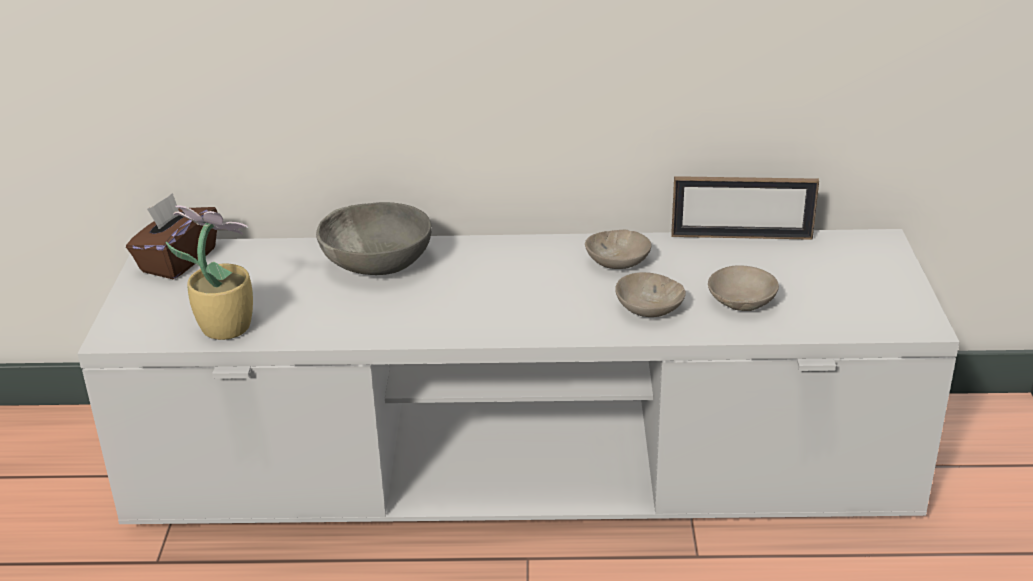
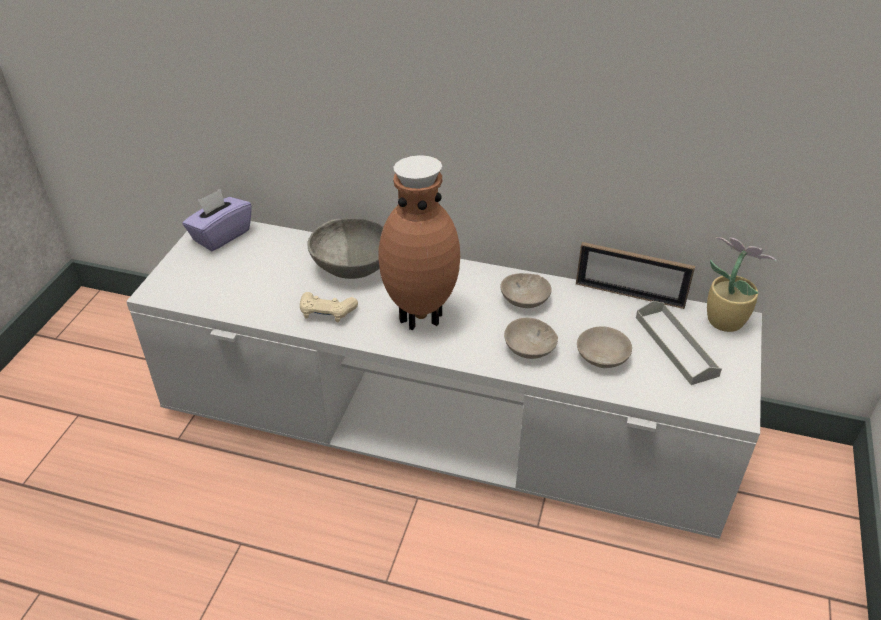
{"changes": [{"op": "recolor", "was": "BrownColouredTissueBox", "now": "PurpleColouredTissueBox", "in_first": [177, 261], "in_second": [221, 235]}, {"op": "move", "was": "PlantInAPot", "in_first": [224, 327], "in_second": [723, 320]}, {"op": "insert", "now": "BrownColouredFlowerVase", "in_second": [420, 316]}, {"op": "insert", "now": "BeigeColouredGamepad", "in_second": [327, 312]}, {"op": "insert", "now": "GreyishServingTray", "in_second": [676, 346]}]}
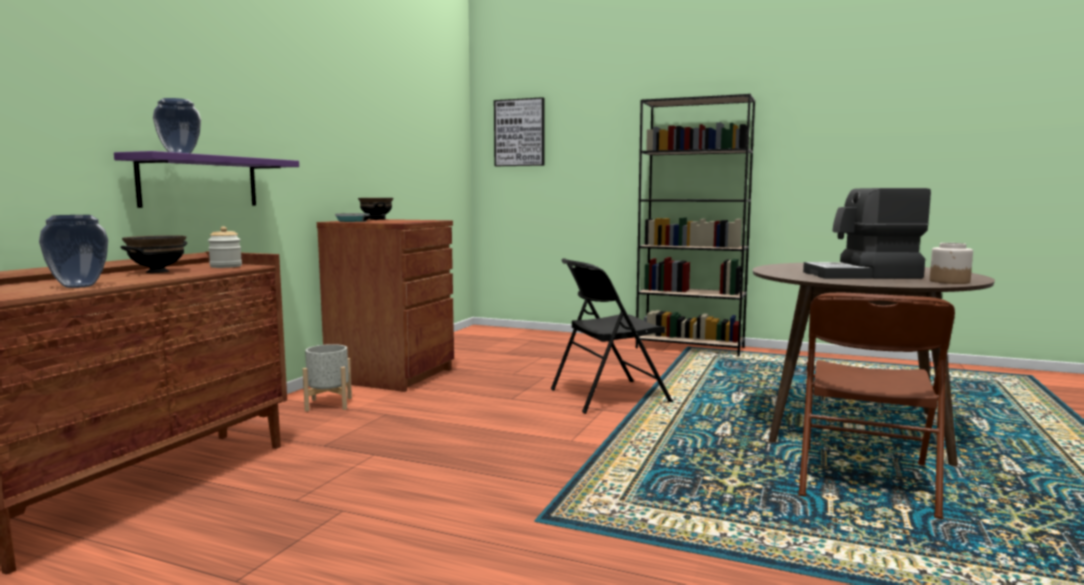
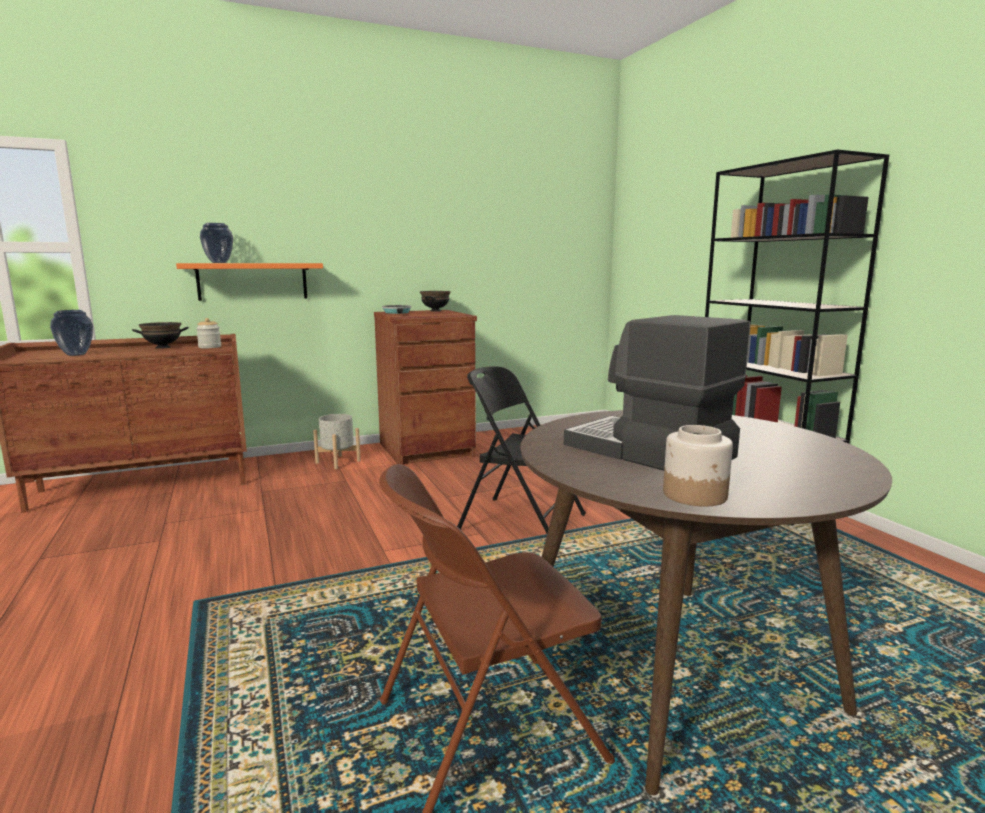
{"changes": [{"op": "delete", "was": "WallArt", "in_first": [519, 132]}, {"op": "recolor", "was": "PurpleColouredBracketShelf", "now": "OrangeyBracketShelf", "in_first": [199, 182], "in_second": [253, 281]}]}
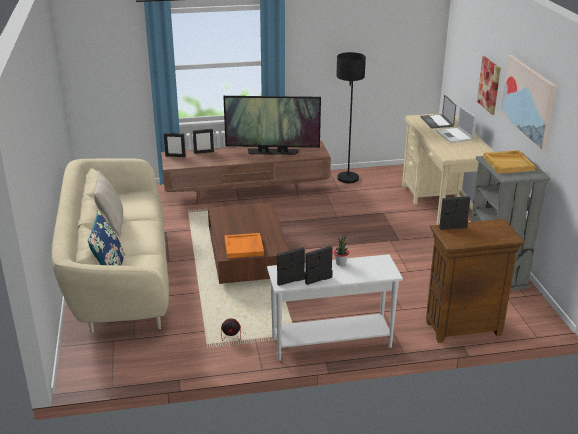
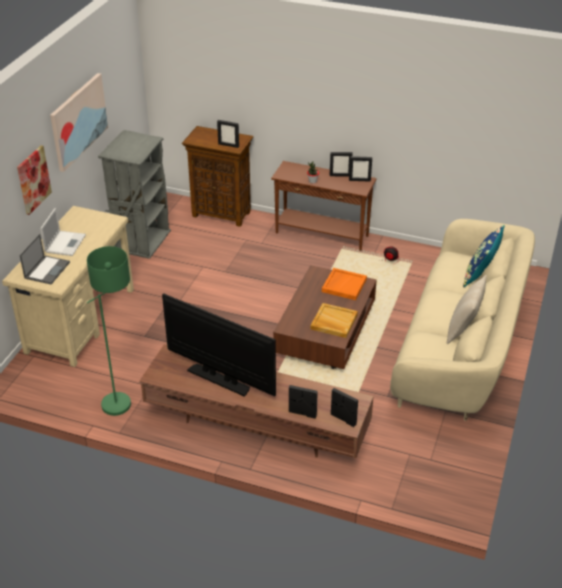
{"changes": [{"op": "recolor", "was": "BlackFloorLamp", "now": "GreenishFloorLamp", "in_first": [346, 181], "in_second": [123, 400]}, {"op": "move", "was": "BeigeColouredServingTray", "in_first": [508, 164], "in_second": [333, 322]}, {"op": "recolor", "was": "WhiteColouredNarrowTable", "now": "BrownColouredNarrowTable", "in_first": [331, 344], "in_second": [322, 234]}]}
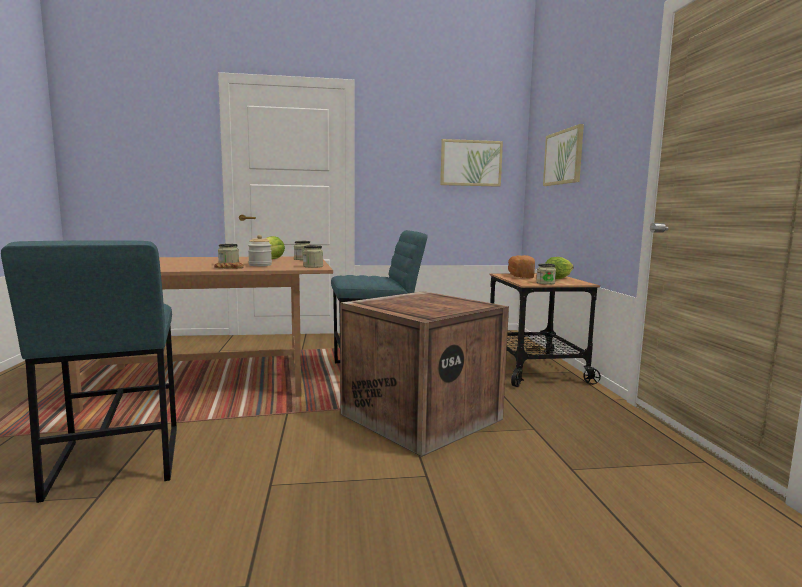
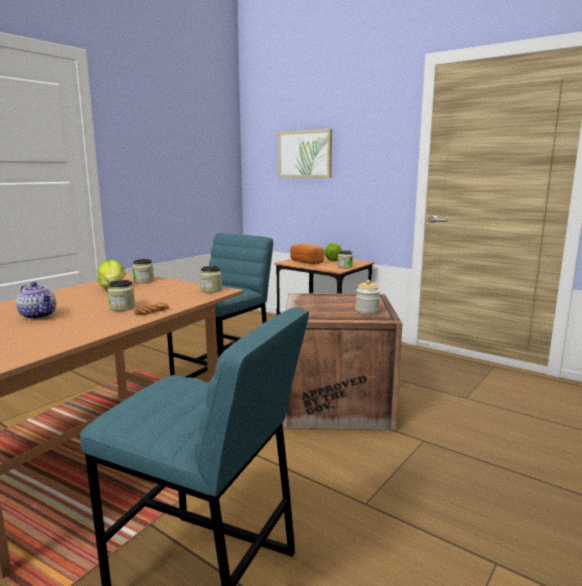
{"changes": [{"op": "delete", "was": "WallArt", "in_first": [471, 163]}, {"op": "move", "was": "PreserveJar", "in_first": [260, 265], "in_second": [367, 311]}, {"op": "insert", "now": "TeaPot", "in_second": [39, 316]}]}
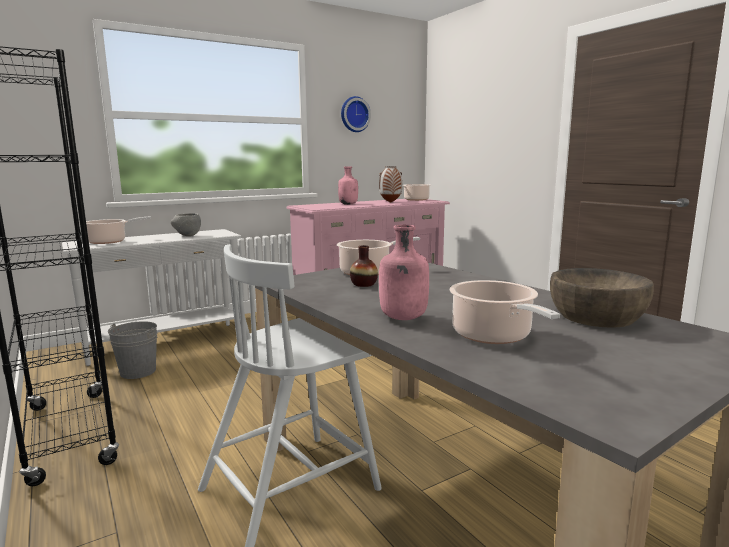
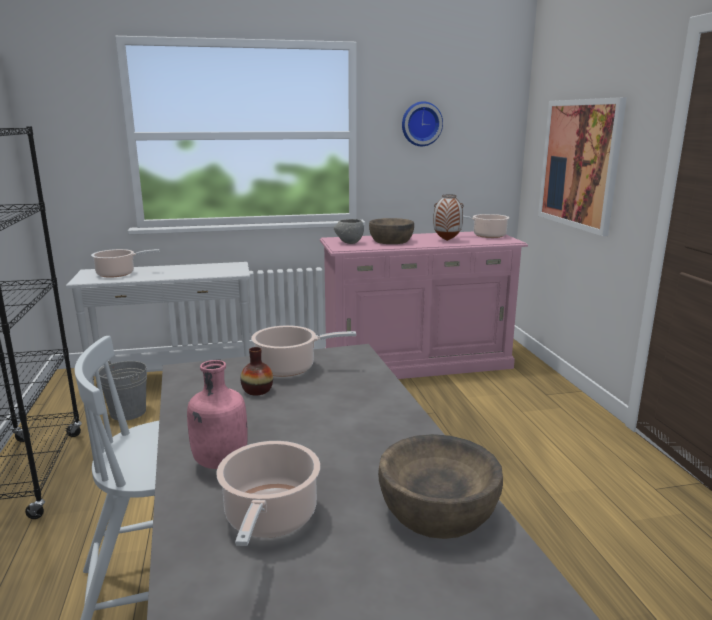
{"changes": [{"op": "replace", "was": "PinkBeverageBottle", "now": "BrownColouredBowl", "in_first": [348, 204], "in_second": [391, 241]}, {"op": "move", "was": "GreyishBowl", "in_first": [188, 235], "in_second": [349, 243]}, {"op": "insert", "now": "WallArt", "in_second": [579, 164]}]}
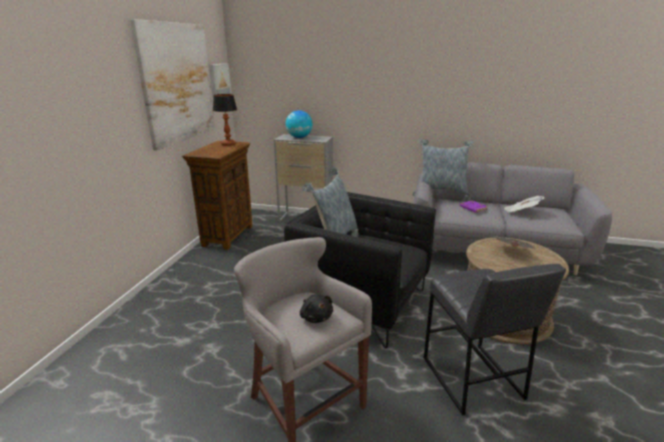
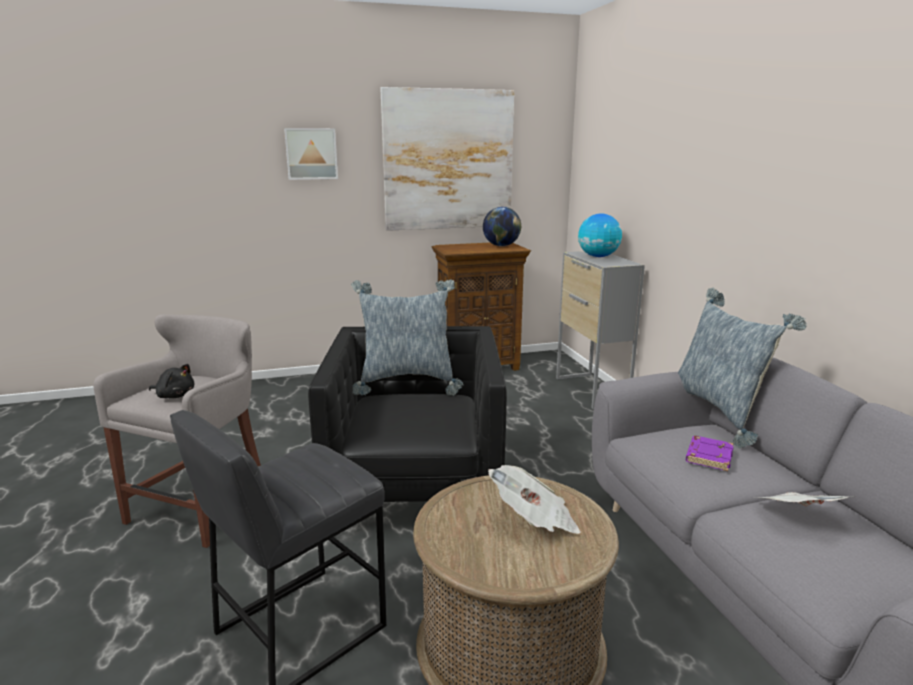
{"changes": [{"op": "move", "was": "WallArt", "in_first": [219, 81], "in_second": [311, 154]}, {"op": "replace", "was": "LampForATable", "now": "Globe", "in_first": [228, 144], "in_second": [501, 246]}, {"op": "rotate", "was": "BlackPlushToy", "in_first": [316, 317], "in_second": [175, 395], "clockwise": -105}]}
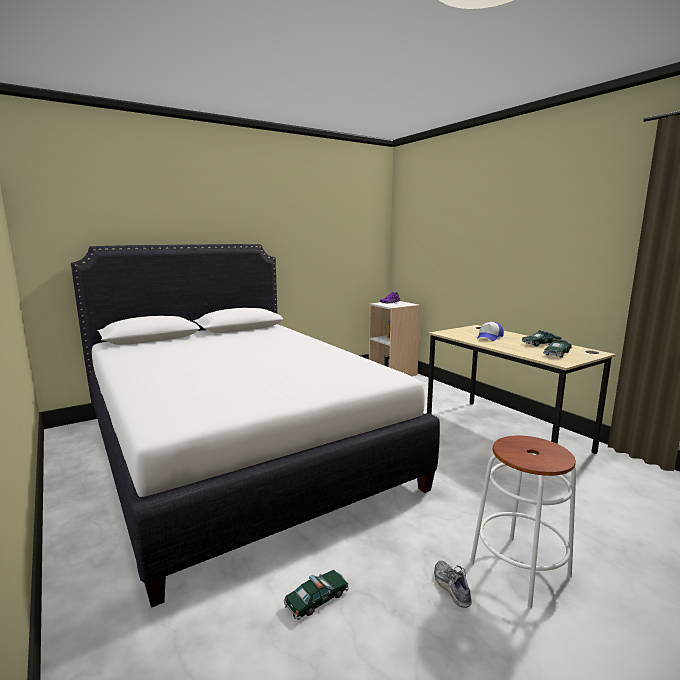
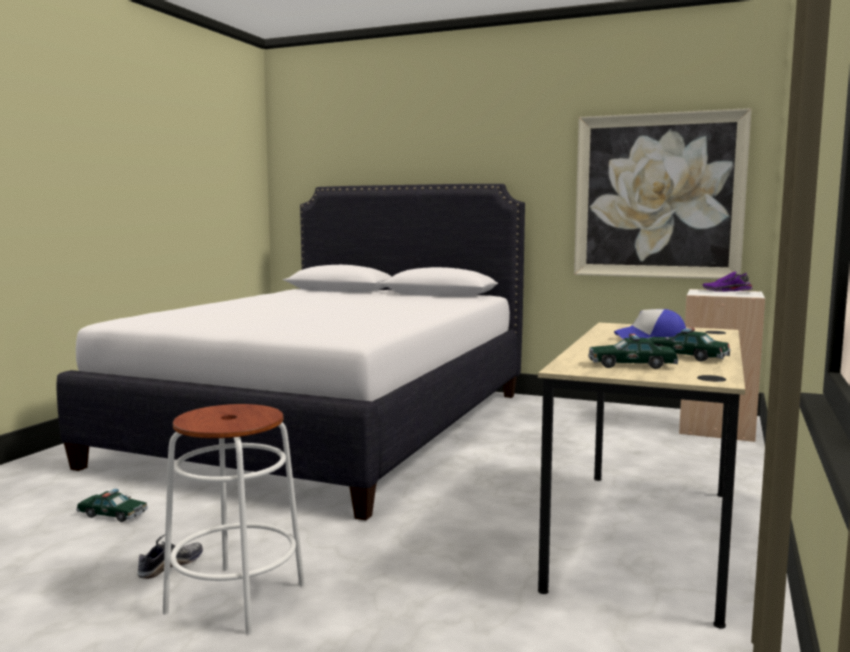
{"changes": [{"op": "insert", "now": "WallArt", "in_second": [658, 196]}]}
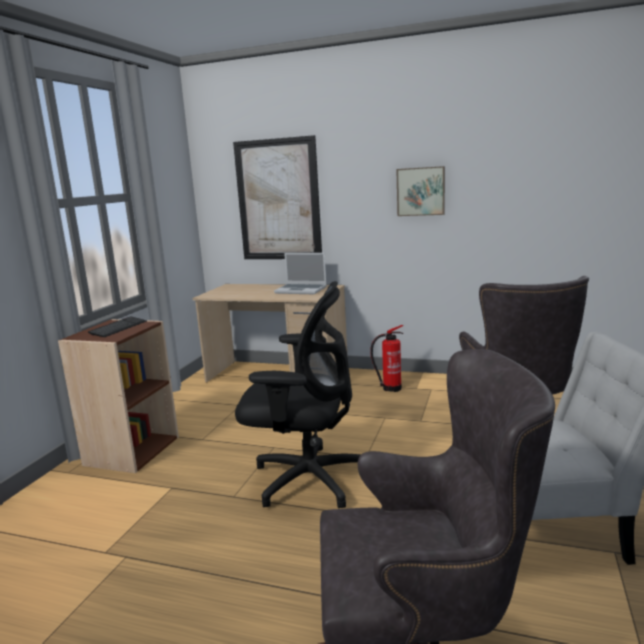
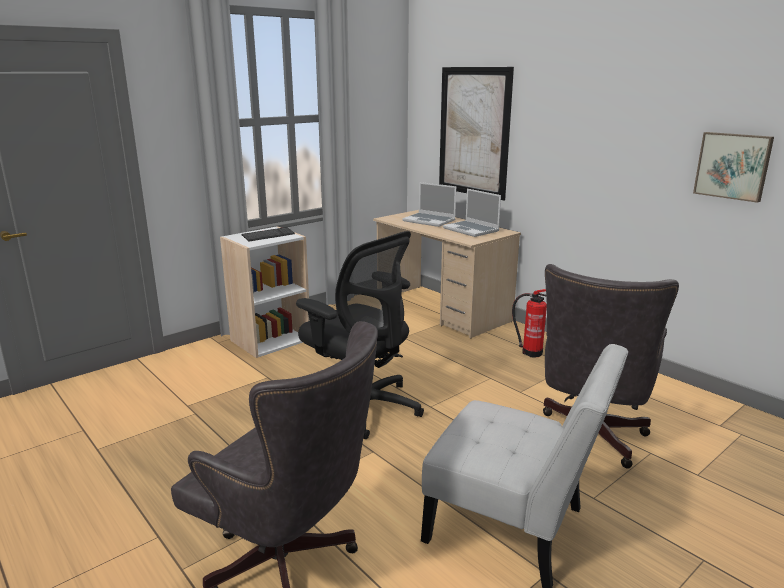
{"changes": [{"op": "move", "was": "WallArt", "in_first": [421, 191], "in_second": [733, 166]}, {"op": "recolor", "was": "BrownColouredBookcase", "now": "WhiteColouredBookcase", "in_first": [132, 450], "in_second": [271, 339]}, {"op": "insert", "now": "PortableComputer", "in_second": [430, 221]}]}
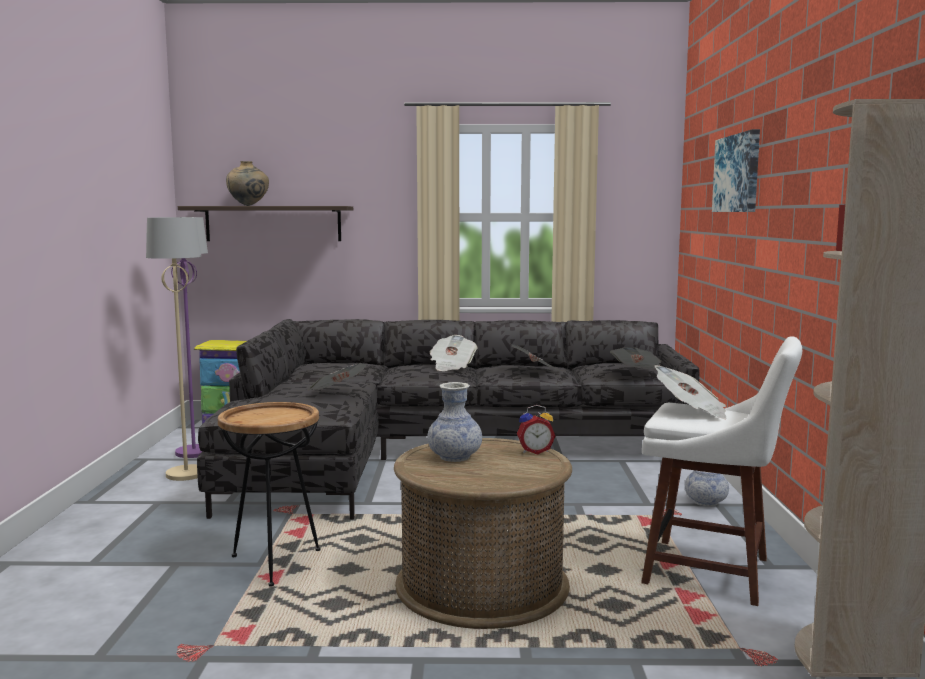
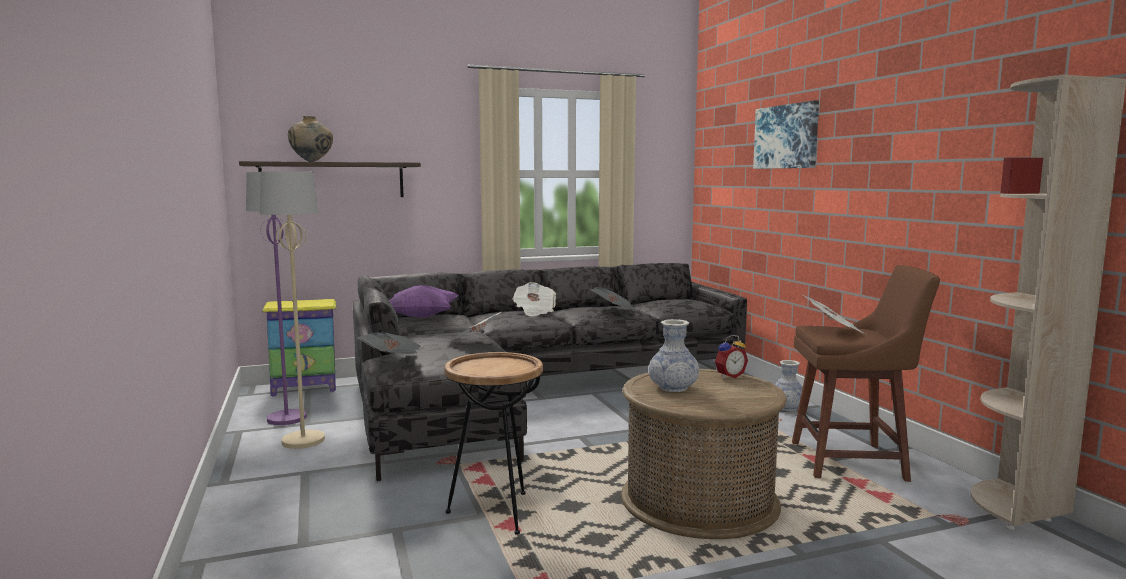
{"changes": [{"op": "recolor", "was": "WhiteColouredSittingStool", "now": "BrownColouredSittingStool", "in_first": [713, 572], "in_second": [853, 461]}, {"op": "move", "was": "DailyPaper", "in_first": [636, 372], "in_second": [393, 361]}, {"op": "insert", "now": "PurpleColouredThrowPillow", "in_second": [421, 317]}]}
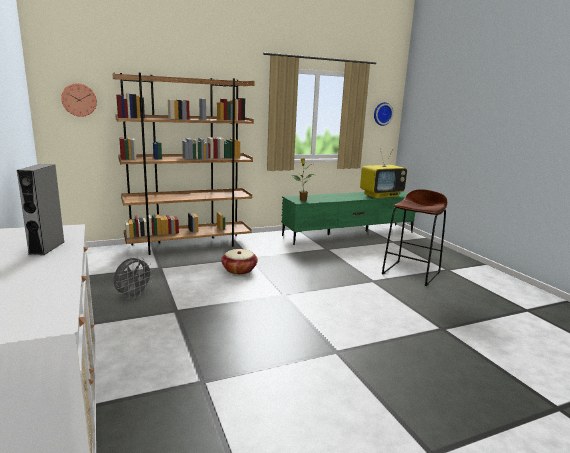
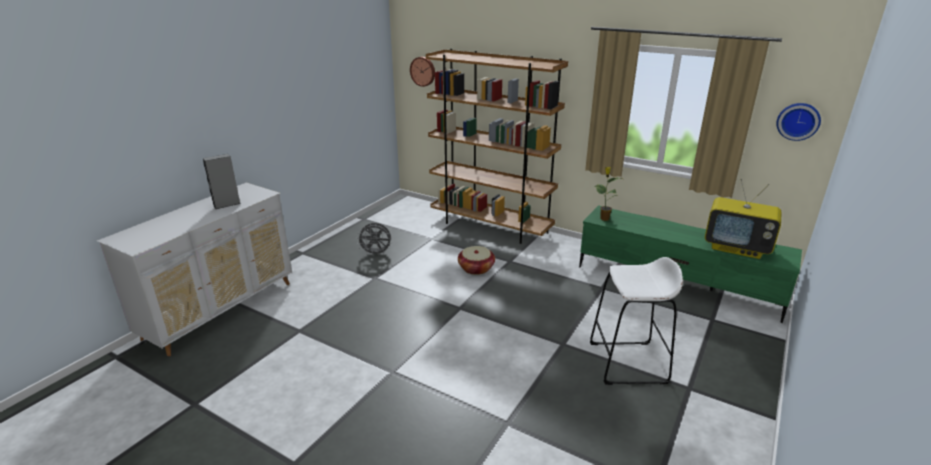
{"changes": [{"op": "recolor", "was": "BrownColouredSittingStool", "now": "WhiteColouredSittingStool", "in_first": [411, 273], "in_second": [628, 363]}]}
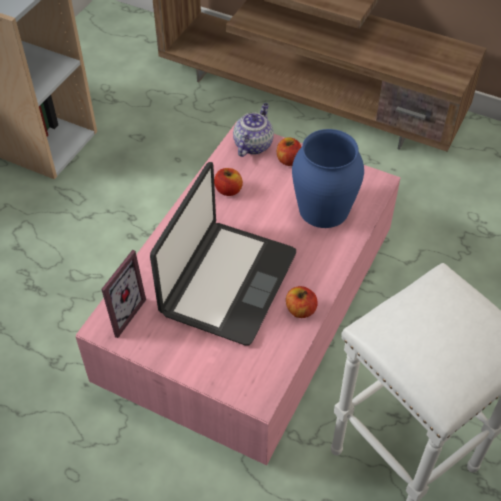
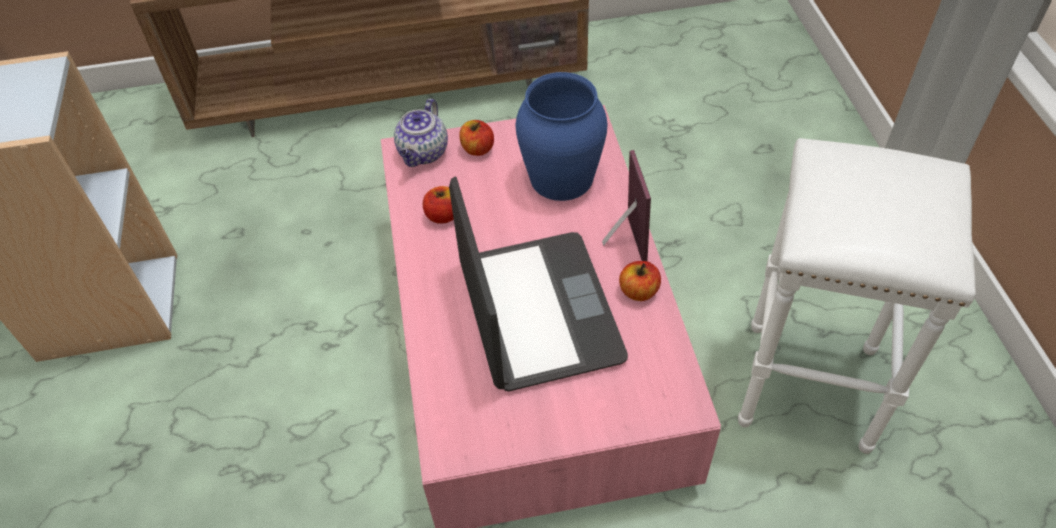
{"changes": [{"op": "rotate", "was": "TeaPot", "in_first": [253, 144], "in_second": [423, 153], "clockwise": -150}, {"op": "move", "was": "StandingFrame", "in_first": [119, 312], "in_second": [621, 242]}]}
